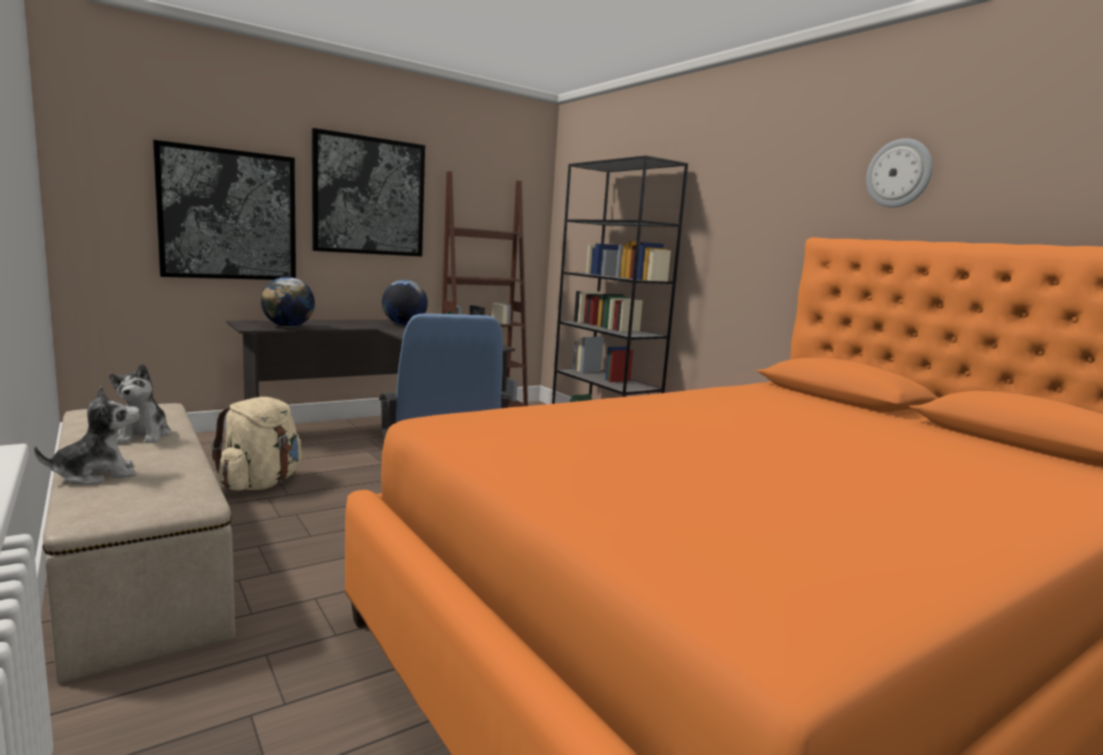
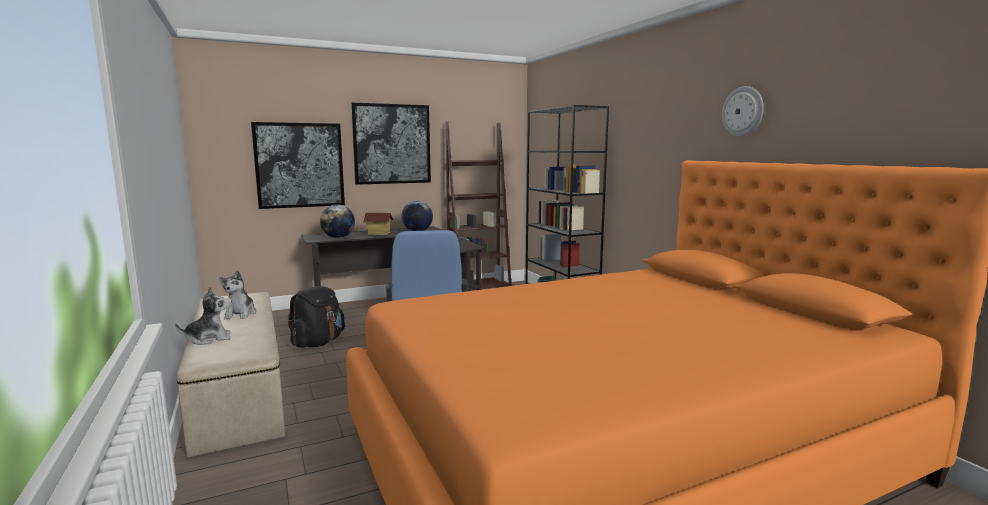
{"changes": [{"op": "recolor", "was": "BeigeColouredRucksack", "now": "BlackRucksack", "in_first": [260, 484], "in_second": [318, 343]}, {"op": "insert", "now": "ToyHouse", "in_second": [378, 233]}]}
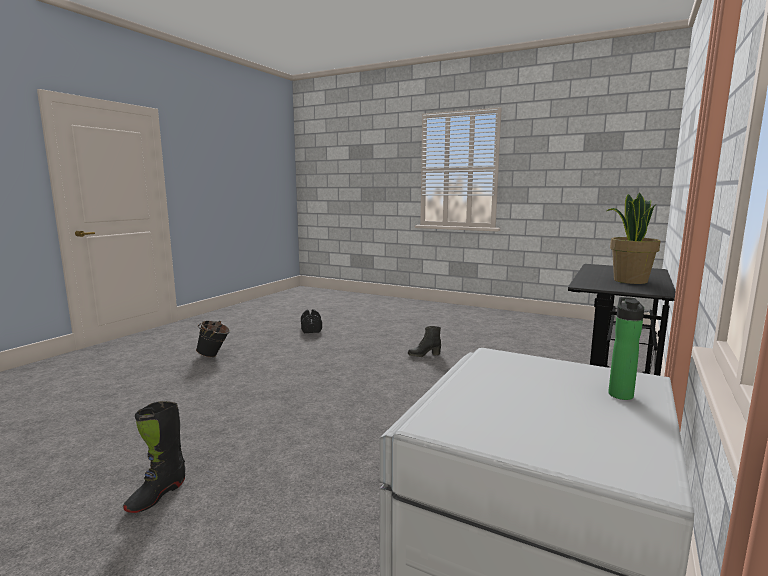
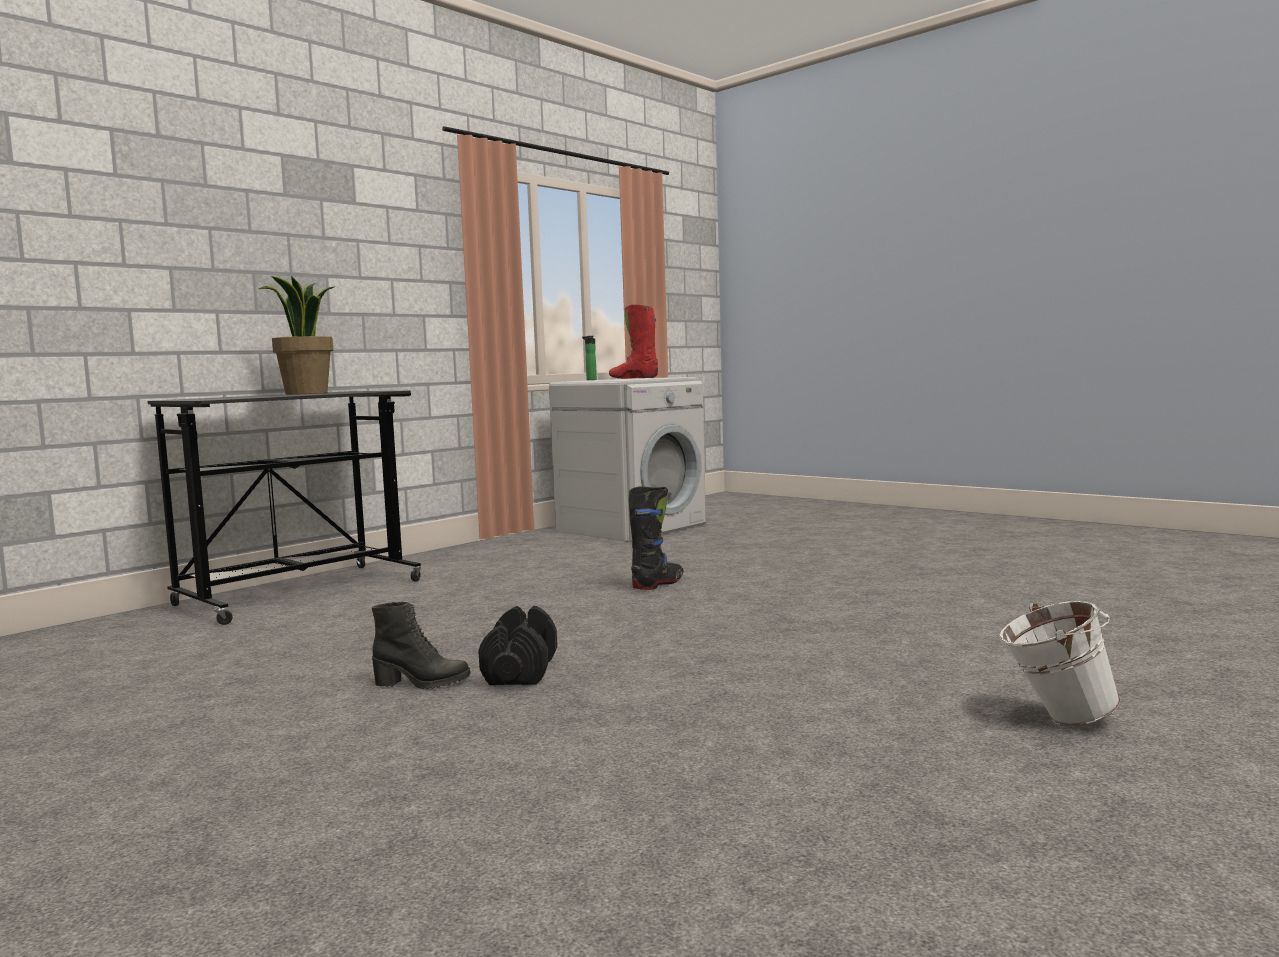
{"changes": [{"op": "move", "was": "BlackFreeWeight", "in_first": [311, 329], "in_second": [520, 670]}, {"op": "recolor", "was": "BlackPail", "now": "WhiteColouredPail", "in_first": [214, 356], "in_second": [1056, 719]}, {"op": "move", "was": "BlackBoot", "in_first": [157, 495], "in_second": [658, 584]}, {"op": "insert", "now": "ReddishBoot", "in_second": [633, 378]}]}
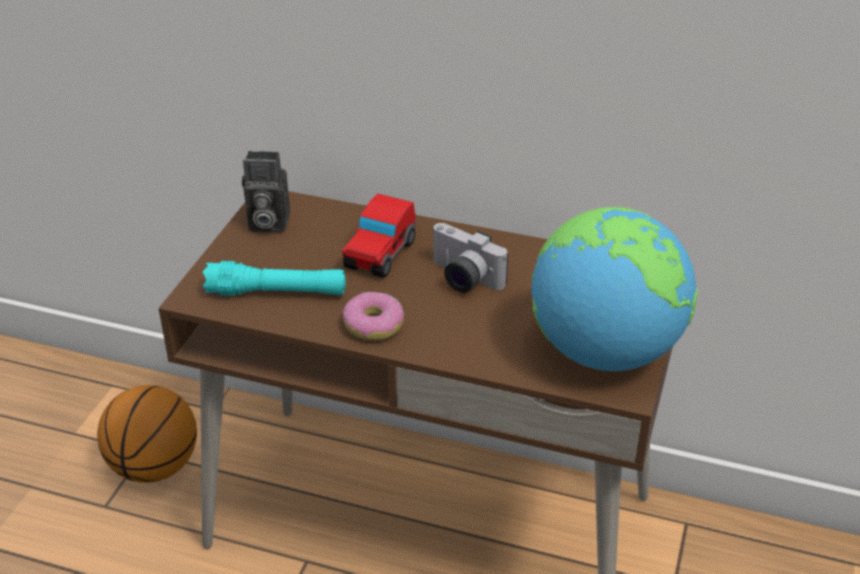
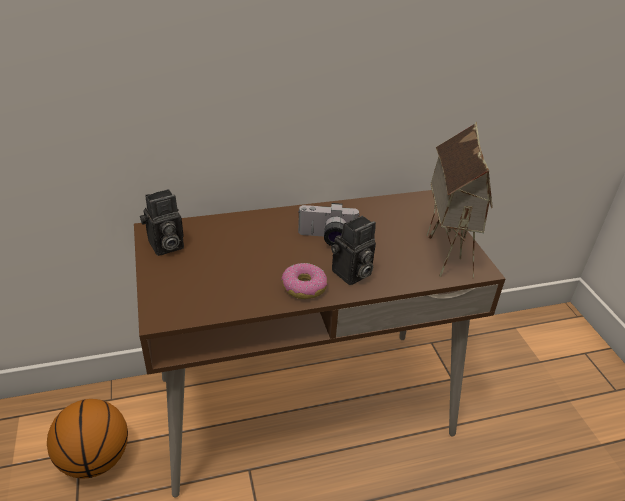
{"changes": [{"op": "delete", "was": "ModelCar", "in_first": [380, 255]}, {"op": "replace", "was": "Globe", "now": "ToyHouse", "in_first": [604, 351], "in_second": [446, 251]}, {"op": "delete", "was": "TurquoiseColouredTorch", "in_first": [276, 292]}, {"op": "insert", "now": "StillCamera", "in_second": [351, 274]}]}
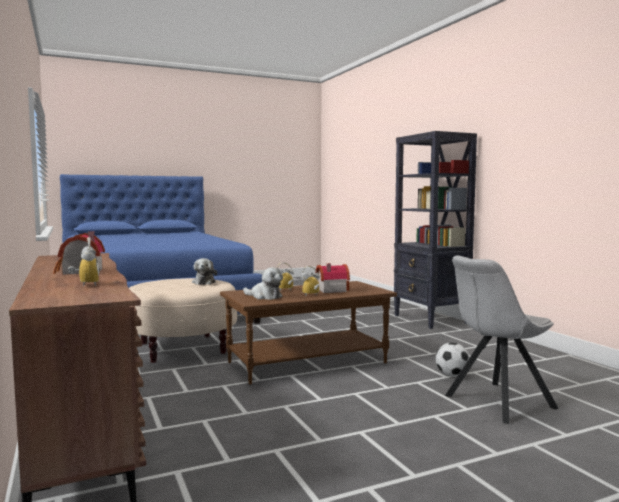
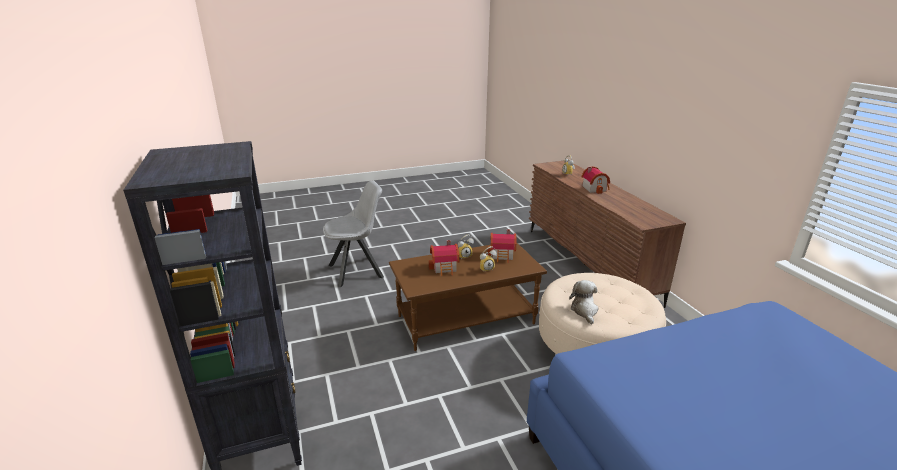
{"changes": [{"op": "replace", "was": "PlushToy", "now": "ToyHouse", "in_first": [264, 296], "in_second": [503, 255]}, {"op": "delete", "was": "BallForFootball", "in_first": [452, 375]}]}
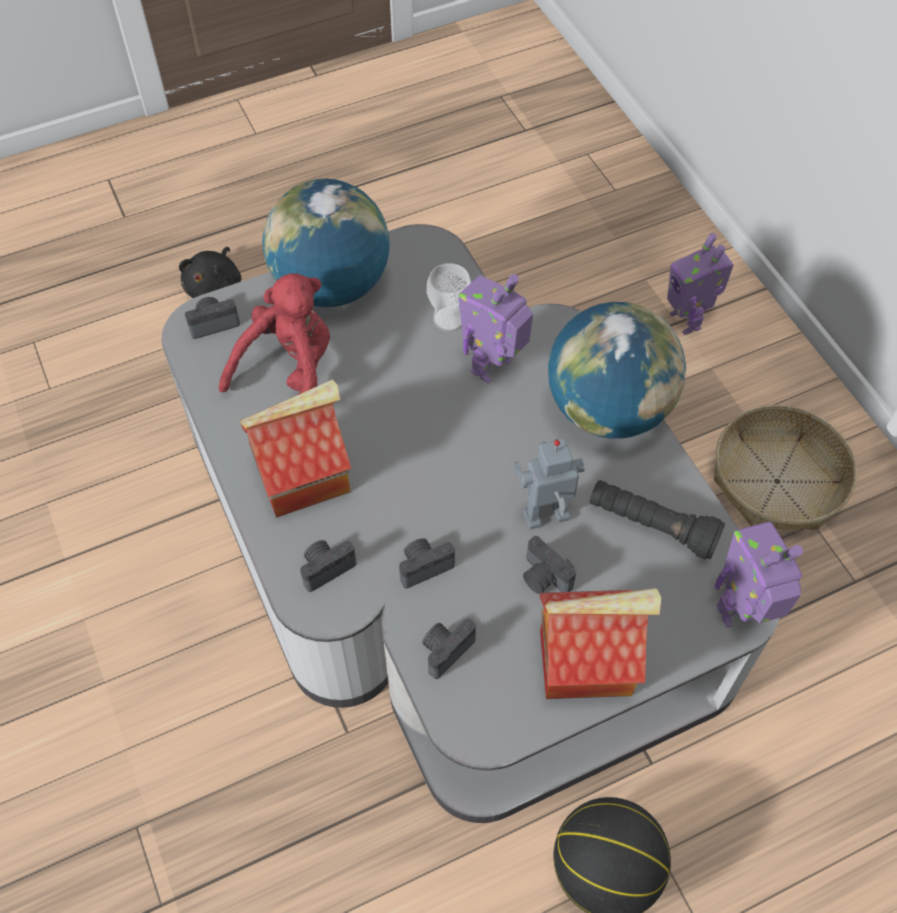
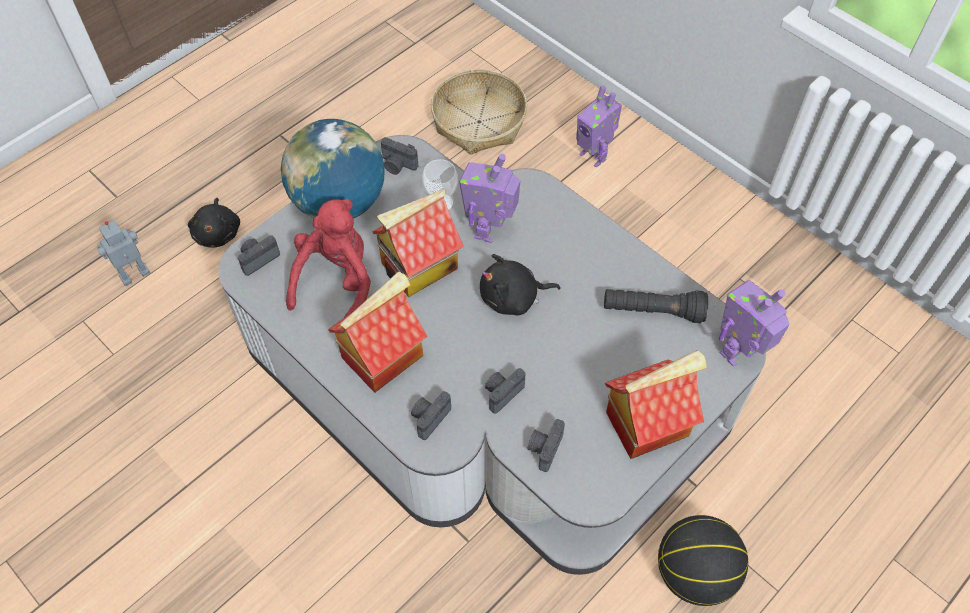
{"changes": [{"op": "delete", "was": "Globe", "in_first": [608, 409]}, {"op": "move", "was": "HouseholdBasket", "in_first": [777, 481], "in_second": [479, 121]}, {"op": "move", "was": "ModelRobot", "in_first": [547, 519], "in_second": [135, 276]}, {"op": "move", "was": "StillCamera", "in_first": [543, 578], "in_second": [397, 165]}, {"op": "insert", "now": "ToyHouse", "in_second": [419, 267]}, {"op": "insert", "now": "BlackPlushToy", "in_second": [513, 298]}]}
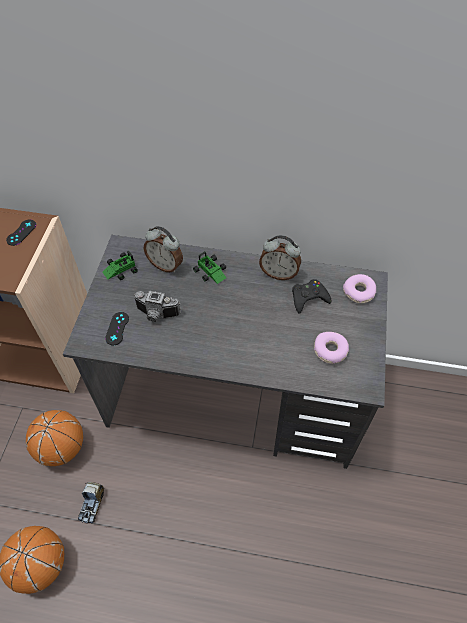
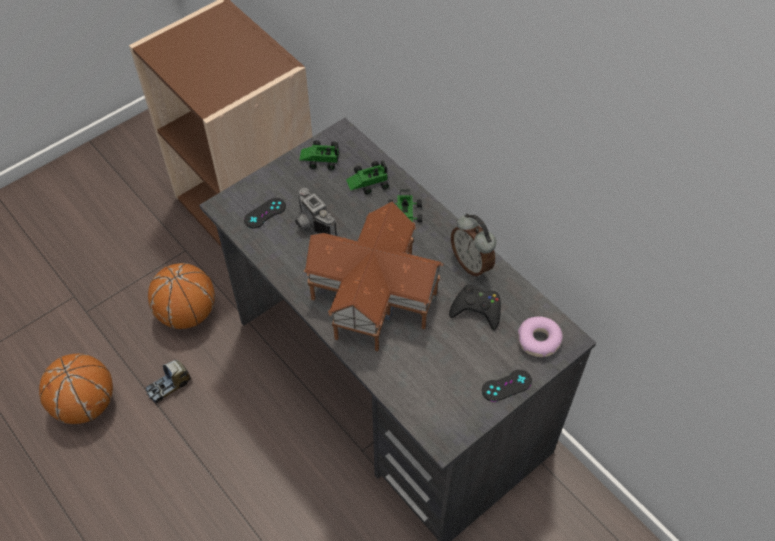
{"changes": [{"op": "move", "was": "BlackGamepad", "in_first": [21, 232], "in_second": [506, 385]}, {"op": "replace", "was": "BedsideClock", "now": "ModelCar", "in_first": [166, 265], "in_second": [366, 181]}, {"op": "delete", "was": "RingDoughnut", "in_first": [330, 351]}, {"op": "insert", "now": "ToyHouse", "in_second": [373, 294]}]}
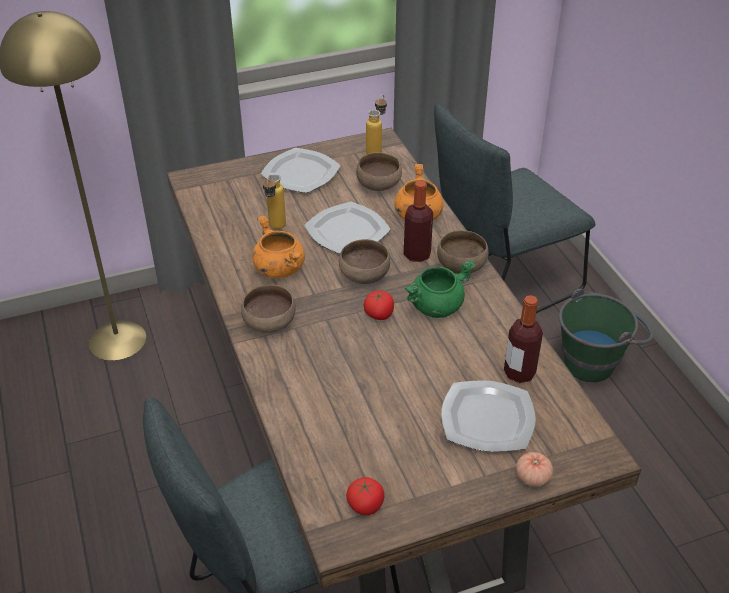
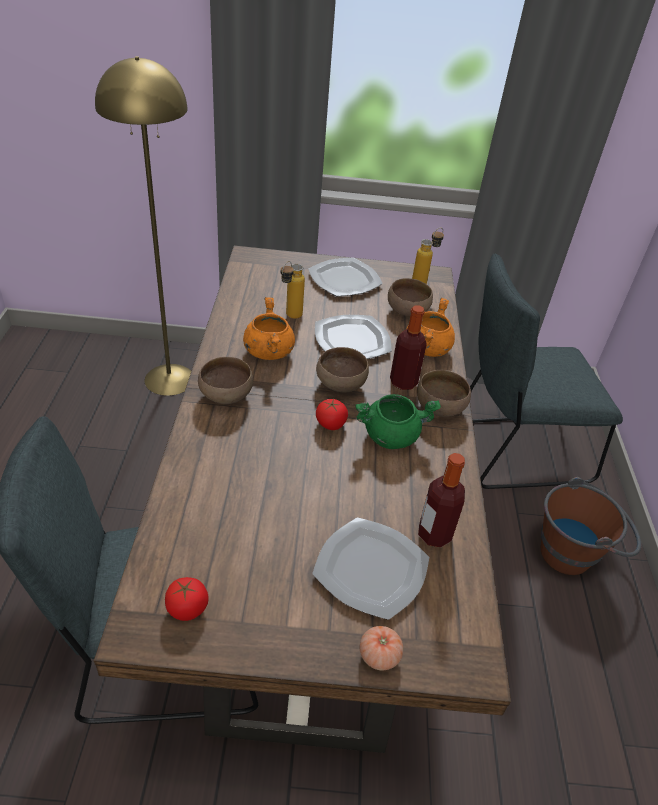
{"changes": [{"op": "recolor", "was": "GreenishPail", "now": "BrownColouredPail", "in_first": [597, 360], "in_second": [575, 553]}]}
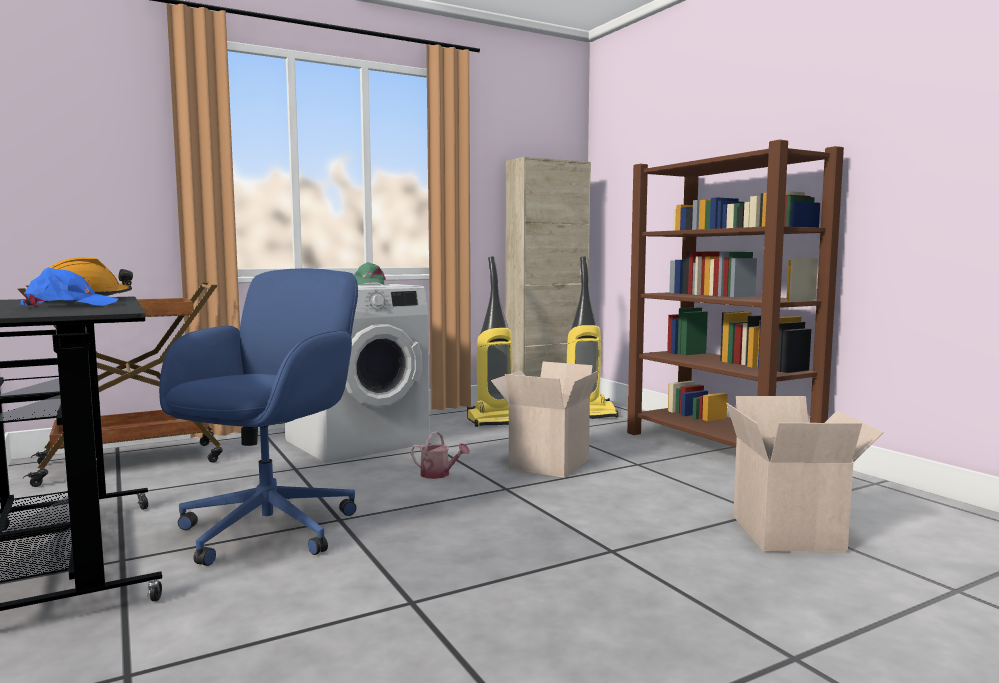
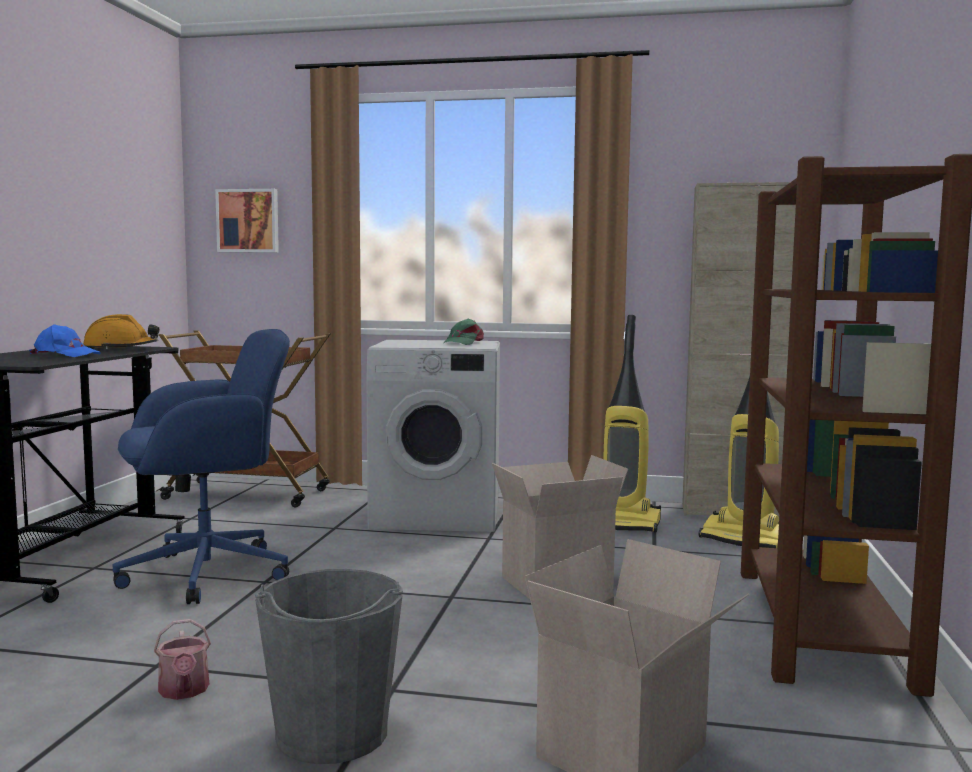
{"changes": [{"op": "move", "was": "SprinklingCan", "in_first": [439, 474], "in_second": [184, 691]}, {"op": "insert", "now": "WallArt", "in_second": [248, 221]}, {"op": "insert", "now": "GreyishPail", "in_second": [331, 734]}]}
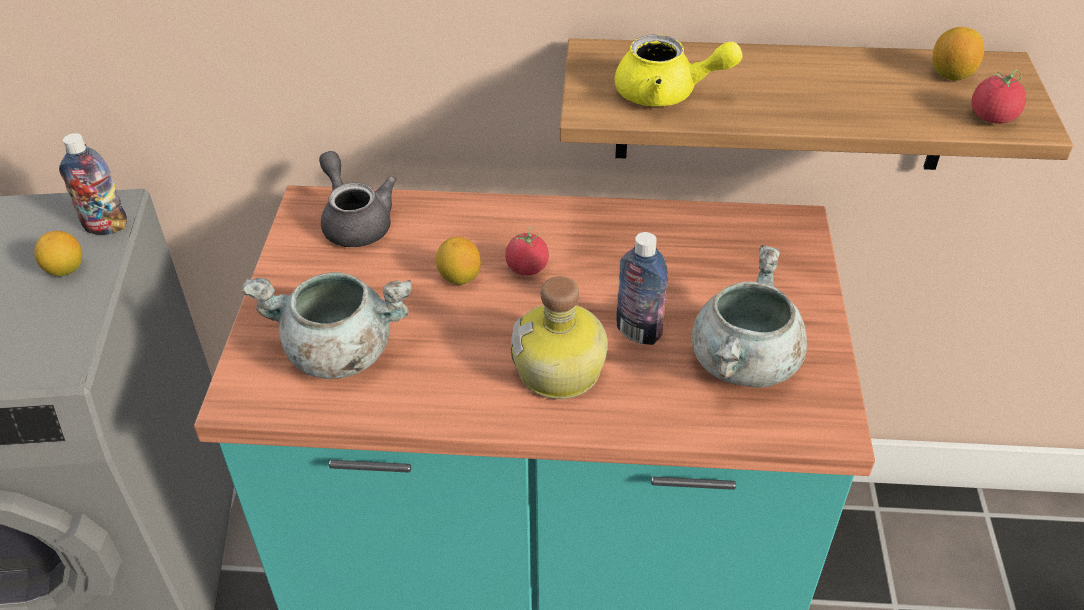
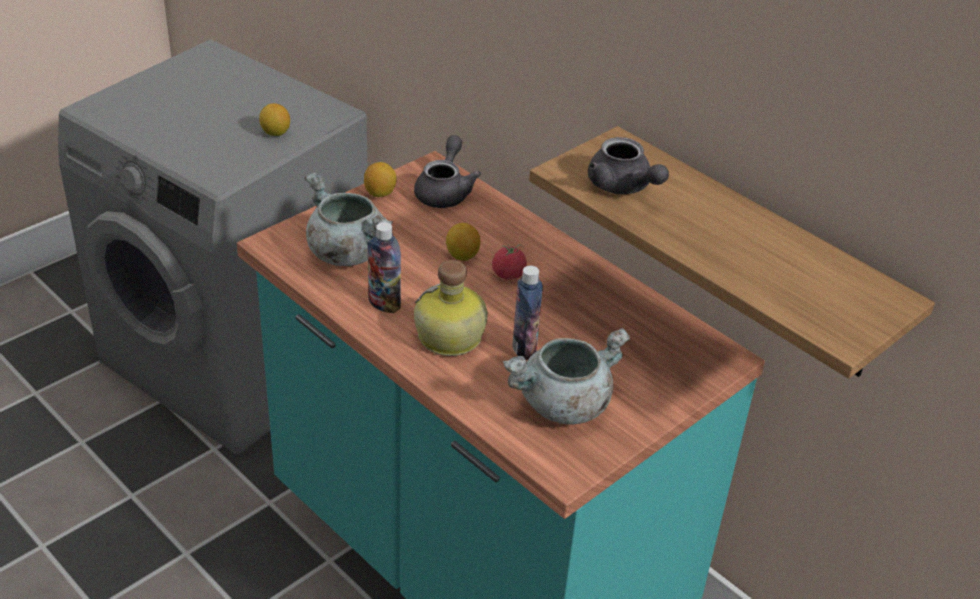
{"changes": [{"op": "move", "was": "WholeLemon", "in_first": [951, 75], "in_second": [380, 193]}, {"op": "recolor", "was": "YellowTeaPot", "now": "GreyishTeaPot", "in_first": [667, 94], "in_second": [623, 187]}, {"op": "delete", "was": "WholeTomato", "in_first": [992, 117]}, {"op": "move", "was": "BeverageBottle", "in_first": [106, 227], "in_second": [384, 304]}]}
